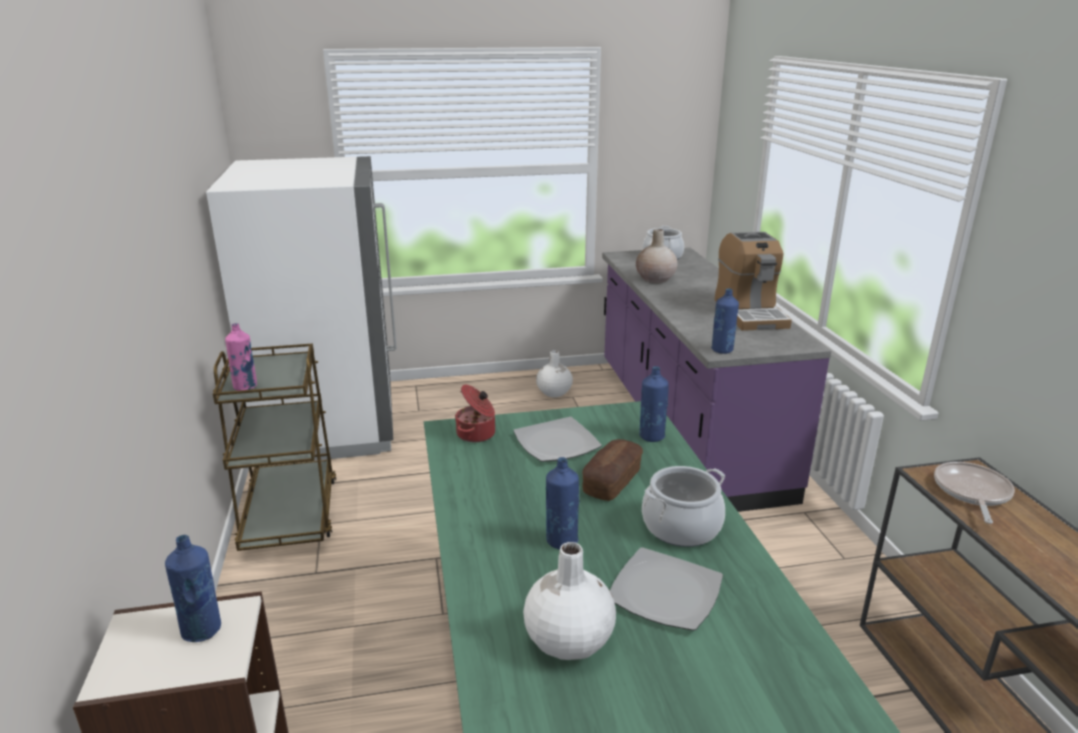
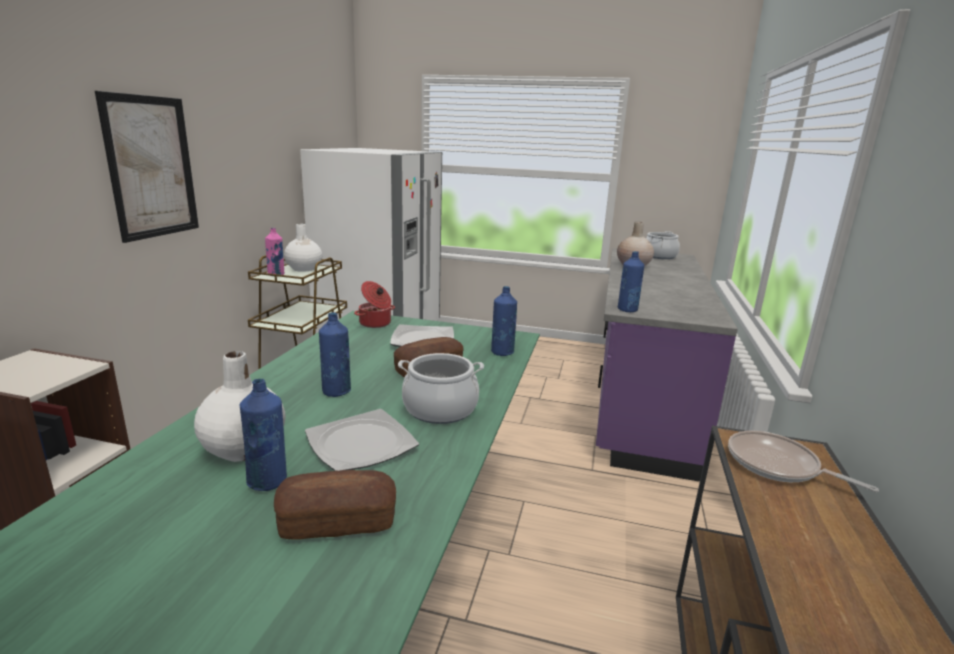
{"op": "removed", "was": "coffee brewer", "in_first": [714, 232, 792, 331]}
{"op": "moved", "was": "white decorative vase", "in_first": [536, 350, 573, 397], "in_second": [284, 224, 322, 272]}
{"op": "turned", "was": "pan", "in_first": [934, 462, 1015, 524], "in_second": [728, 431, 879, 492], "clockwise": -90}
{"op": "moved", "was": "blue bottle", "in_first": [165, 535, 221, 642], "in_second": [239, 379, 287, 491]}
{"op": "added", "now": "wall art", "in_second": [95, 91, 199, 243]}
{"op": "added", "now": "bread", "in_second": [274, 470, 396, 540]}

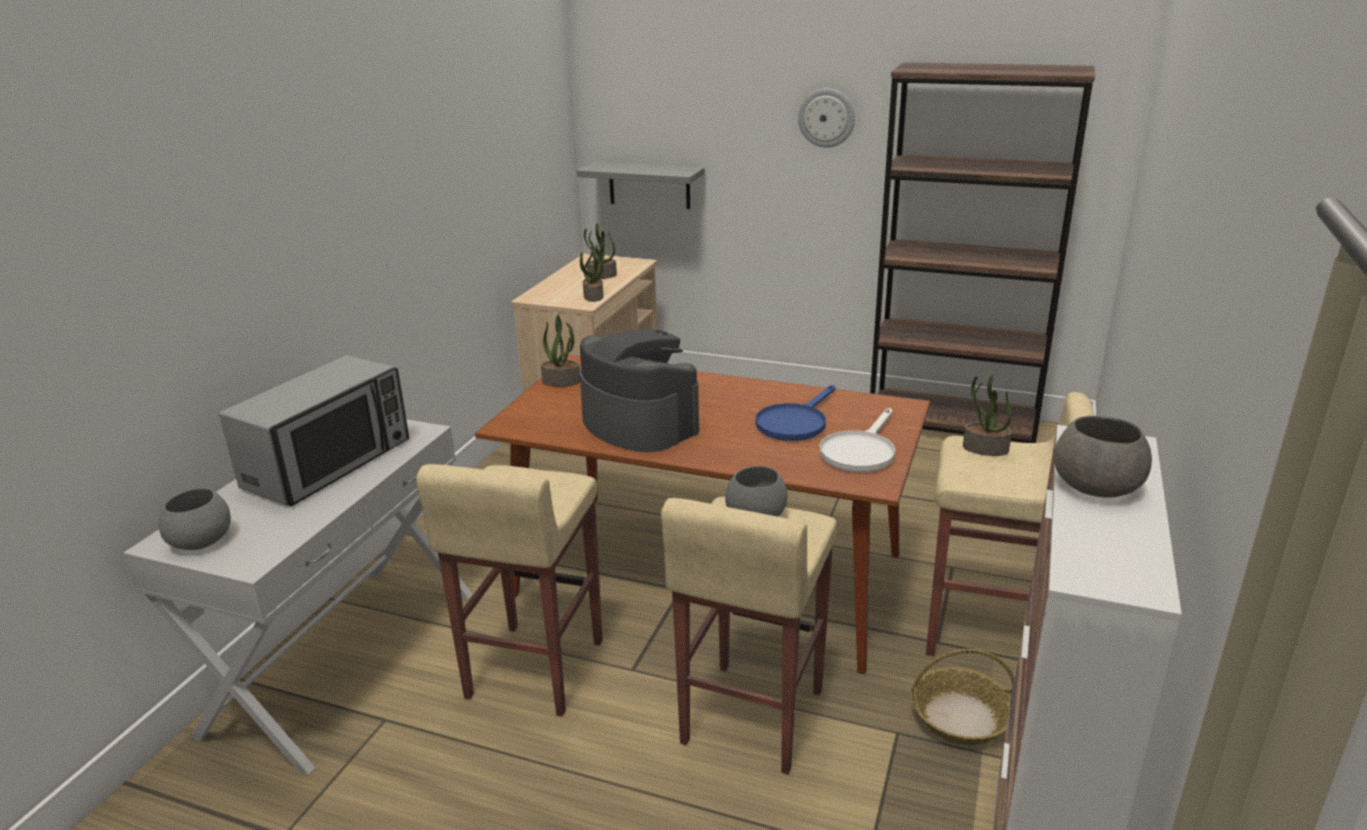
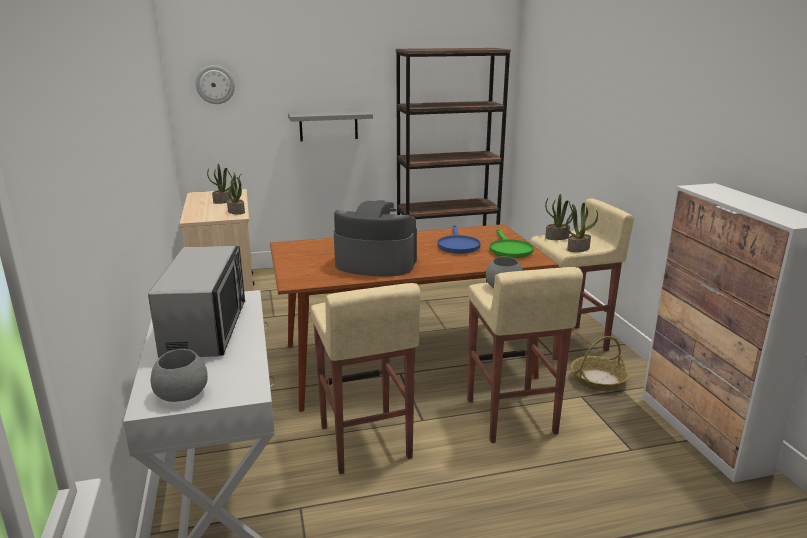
{"op": "moved", "was": "clock on the wall", "in_first": [798, 88, 855, 148], "in_second": [196, 65, 235, 104]}
{"op": "moved", "was": "gray shelf", "in_first": [576, 161, 705, 209], "in_second": [288, 110, 373, 141]}
{"op": "moved", "was": "potted plant", "in_first": [541, 314, 580, 387], "in_second": [566, 203, 598, 252]}
{"op": "recoloured", "was": "white pan", "now": "green pan", "in_first": [819, 408, 896, 472], "in_second": [489, 229, 534, 258]}
{"op": "removed", "was": "gray deep dish", "in_first": [1054, 416, 1152, 498]}

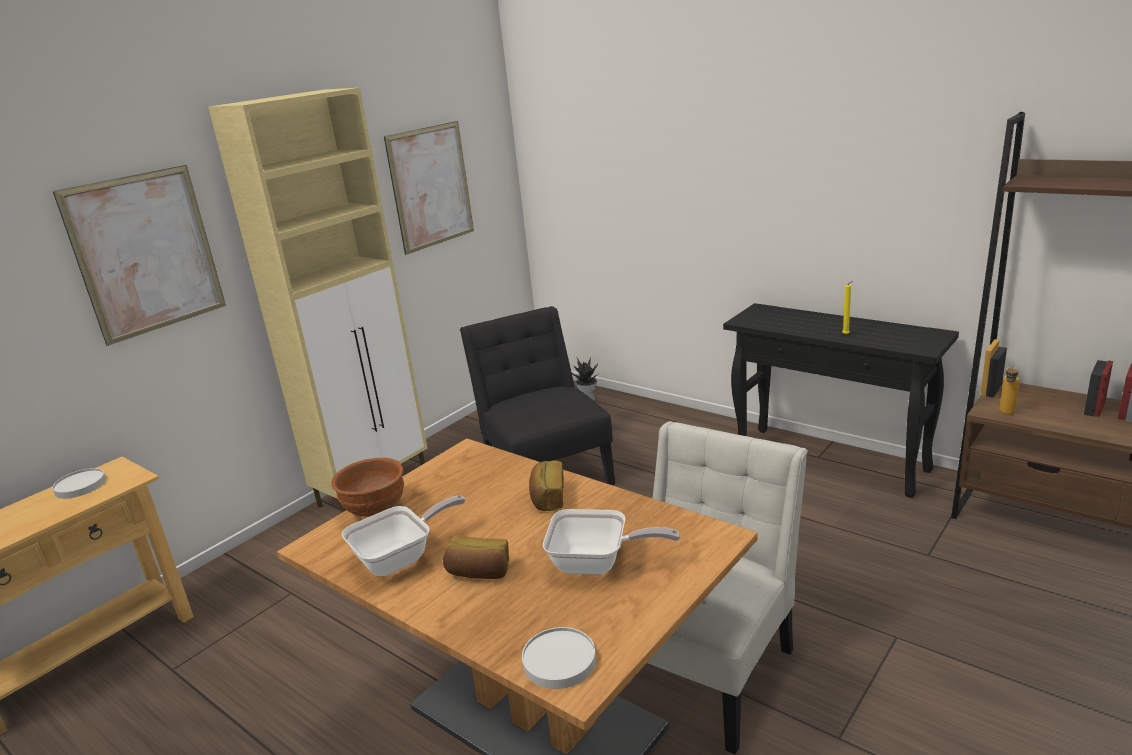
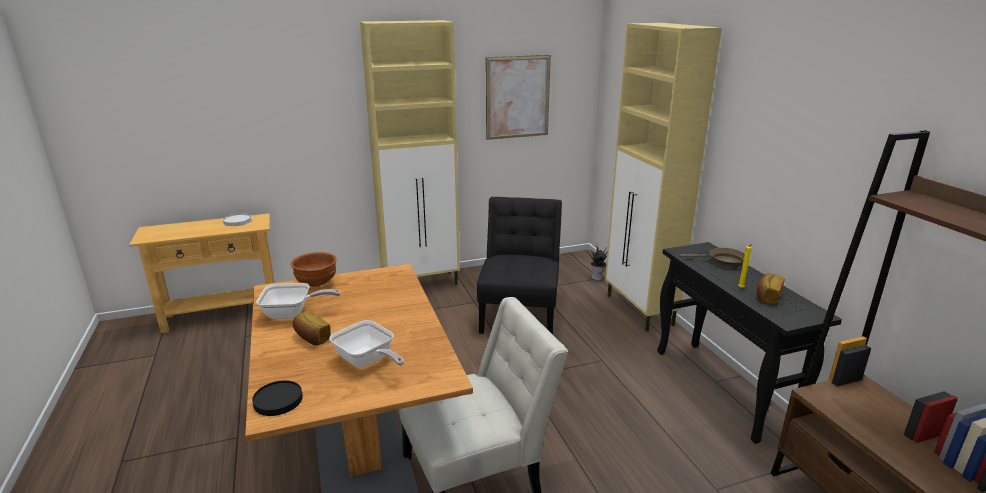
{"op": "removed", "was": "wall art", "in_first": [53, 165, 226, 346]}
{"op": "removed", "was": "bottle", "in_first": [999, 364, 1020, 415]}
{"op": "moved", "was": "bread", "in_first": [529, 460, 564, 511], "in_second": [757, 273, 785, 304]}
{"op": "recoloured", "was": "white plate", "now": "black plate", "in_first": [522, 627, 596, 689], "in_second": [252, 380, 303, 416]}
{"op": "added", "now": "beige storage cabinet", "in_second": [605, 23, 722, 331]}
{"op": "added", "now": "brown pan", "in_second": [680, 248, 745, 268]}

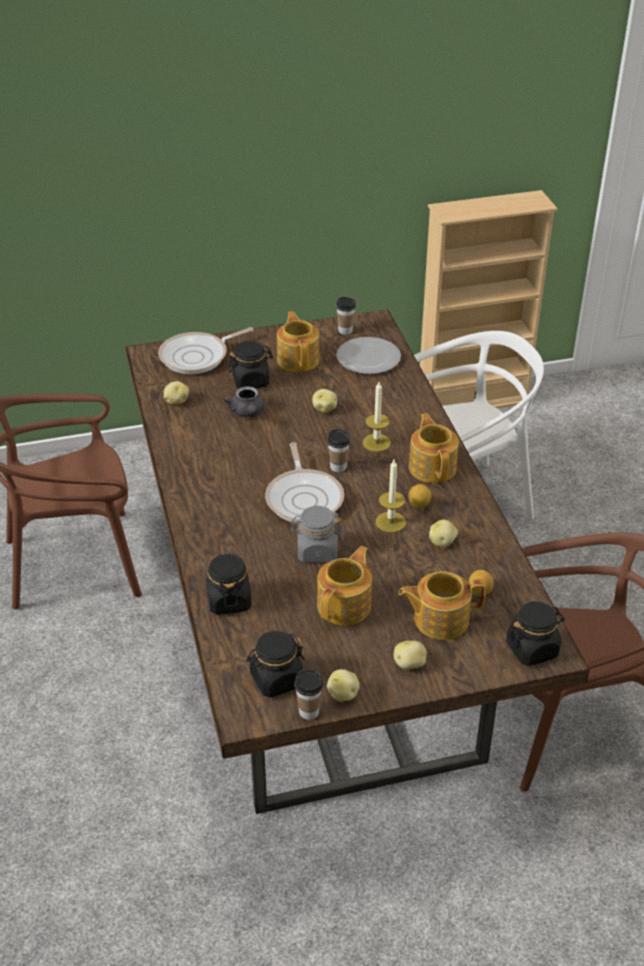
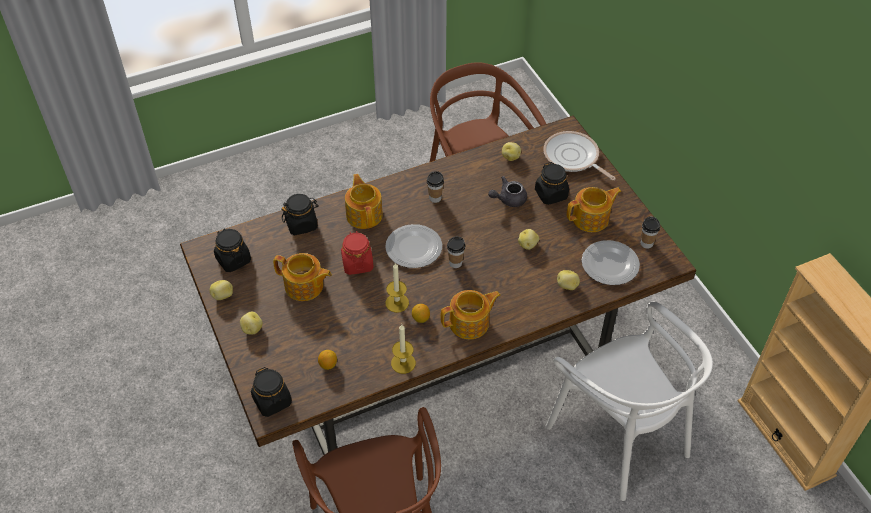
{"op": "moved", "was": "wax candle", "in_first": [363, 382, 391, 452], "in_second": [391, 325, 416, 374]}
{"op": "replaced", "was": "pan", "now": "plate", "in_first": [265, 442, 344, 524], "in_second": [385, 224, 442, 268]}
{"op": "recoloured", "was": "gray storage jar", "now": "reddish storage jar", "in_first": [290, 506, 344, 563], "in_second": [341, 231, 374, 275]}
{"op": "moved", "was": "whole potato", "in_first": [429, 520, 458, 548], "in_second": [557, 270, 580, 290]}
{"op": "moved", "was": "tea pot", "in_first": [398, 571, 486, 640], "in_second": [345, 174, 383, 229]}
{"op": "moved", "was": "drinking cup", "in_first": [295, 669, 323, 720], "in_second": [427, 171, 444, 203]}

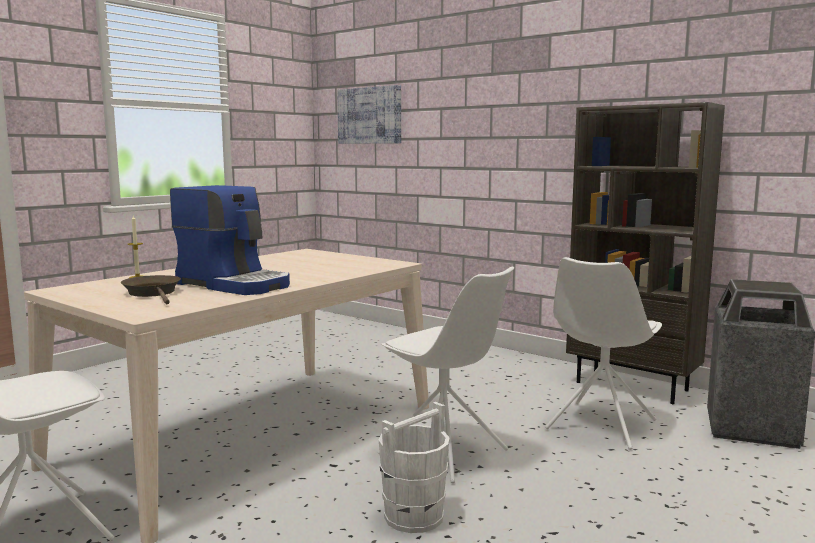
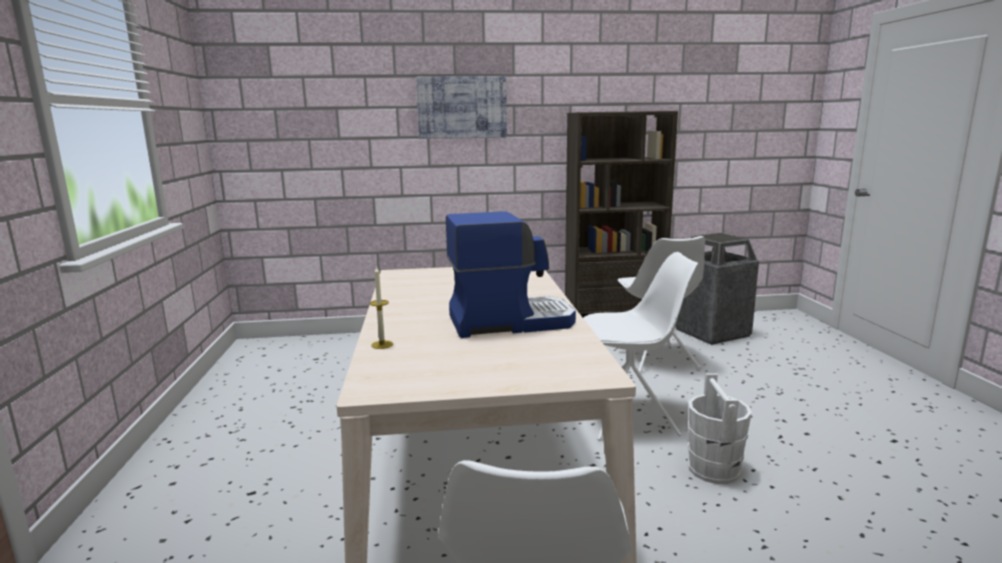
{"op": "moved", "was": "wall art", "in_first": [337, 85, 401, 144], "in_second": [416, 76, 507, 139]}
{"op": "removed", "was": "brown pan", "in_first": [121, 275, 181, 304]}

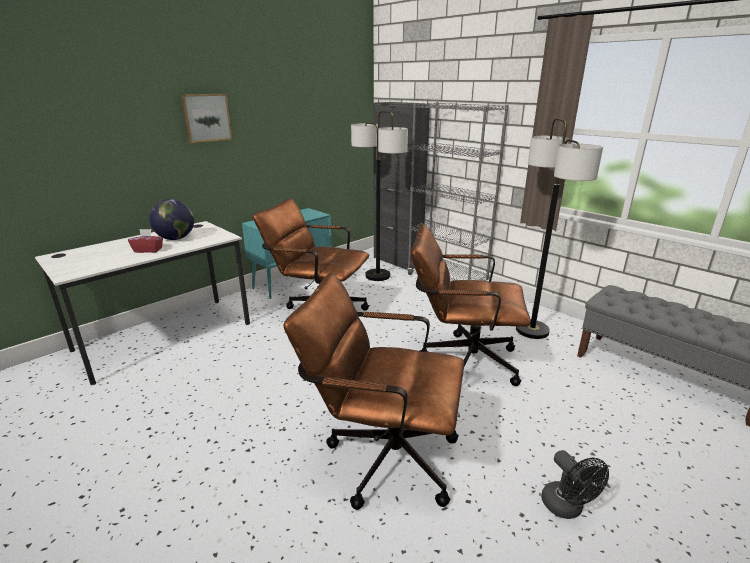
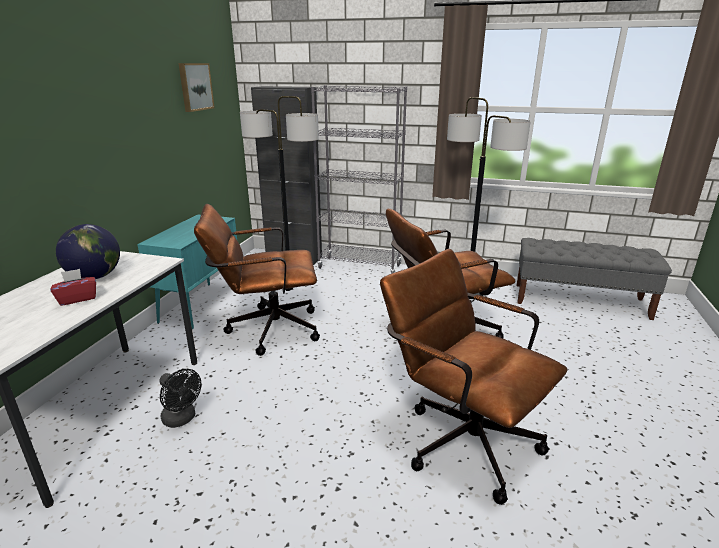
{"op": "moved", "was": "wall art", "in_first": [181, 94, 232, 143], "in_second": [179, 63, 215, 112]}
{"op": "turned", "was": "brown desk chair", "in_first": [283, 272, 464, 510], "in_second": [380, 249, 568, 505], "clockwise": 60}
{"op": "moved", "was": "black electric fan", "in_first": [541, 450, 609, 519], "in_second": [159, 369, 201, 428]}

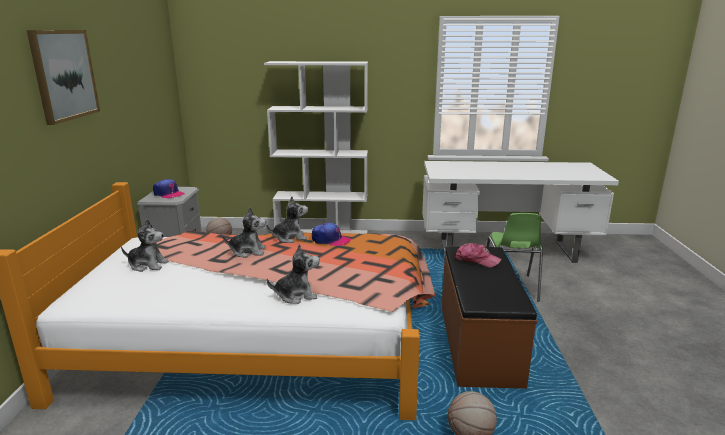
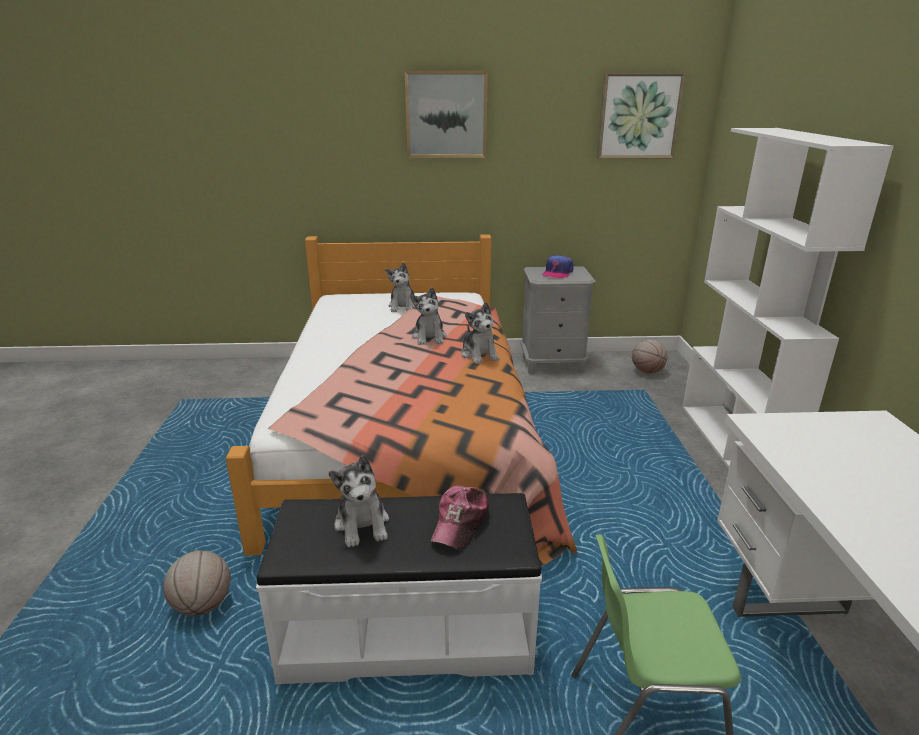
{"op": "removed", "was": "peaked cap", "in_first": [312, 223, 351, 246]}
{"op": "moved", "was": "soft toy", "in_first": [267, 244, 320, 304], "in_second": [329, 455, 389, 548]}
{"op": "recoloured", "was": "brown indoor bench", "now": "white indoor bench", "in_first": [442, 246, 537, 389], "in_second": [256, 493, 542, 685]}
{"op": "added", "now": "wall art", "in_second": [597, 73, 686, 159]}

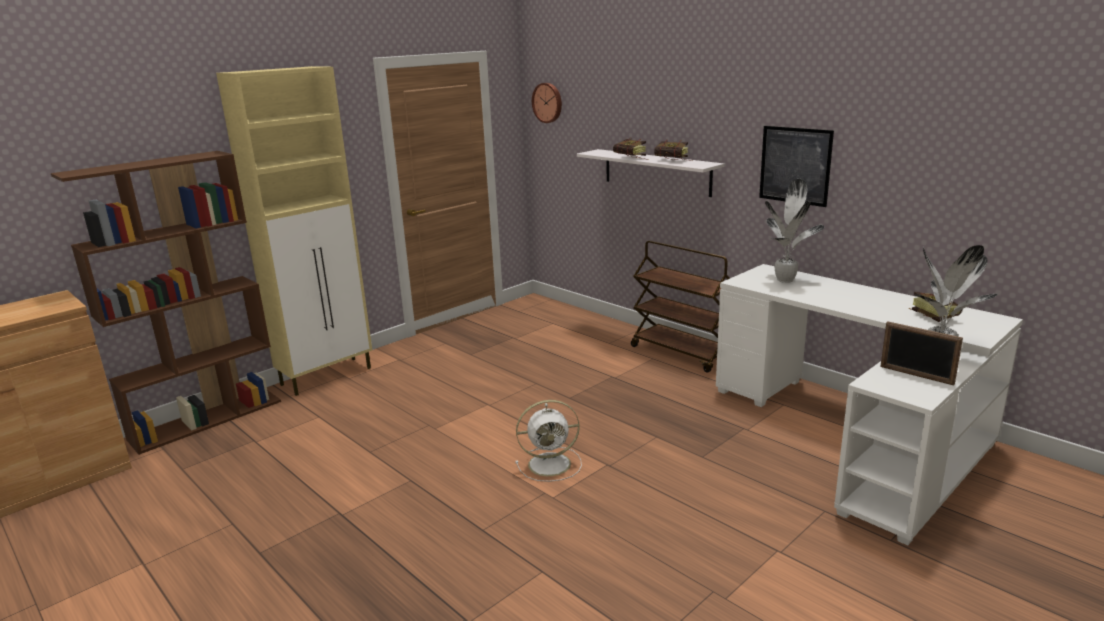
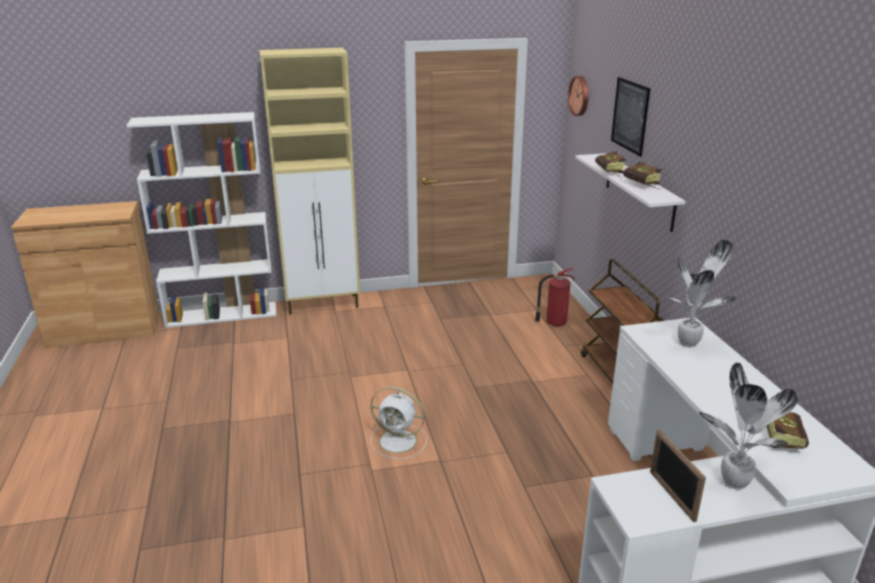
{"op": "moved", "was": "wall art", "in_first": [759, 126, 834, 207], "in_second": [611, 77, 650, 157]}
{"op": "recoloured", "was": "brown bookcase", "now": "white bookcase", "in_first": [51, 151, 281, 455], "in_second": [126, 112, 276, 328]}
{"op": "added", "now": "extinguisher", "in_second": [535, 268, 575, 327]}

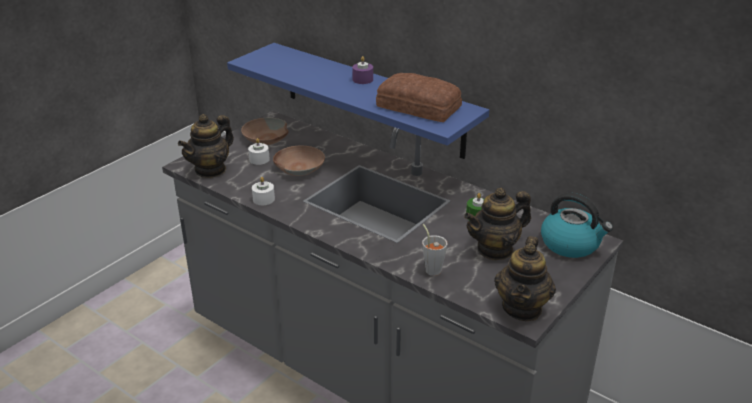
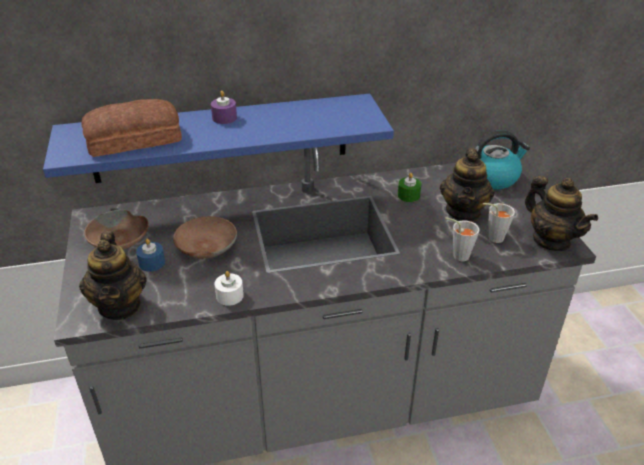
{"op": "moved", "was": "bread", "in_first": [376, 73, 462, 122], "in_second": [81, 99, 182, 157]}
{"op": "recoloured", "was": "white wax candle", "now": "blue wax candle", "in_first": [248, 138, 270, 165], "in_second": [136, 239, 165, 272]}
{"op": "added", "now": "gray drinking cup", "in_second": [483, 203, 515, 243]}

